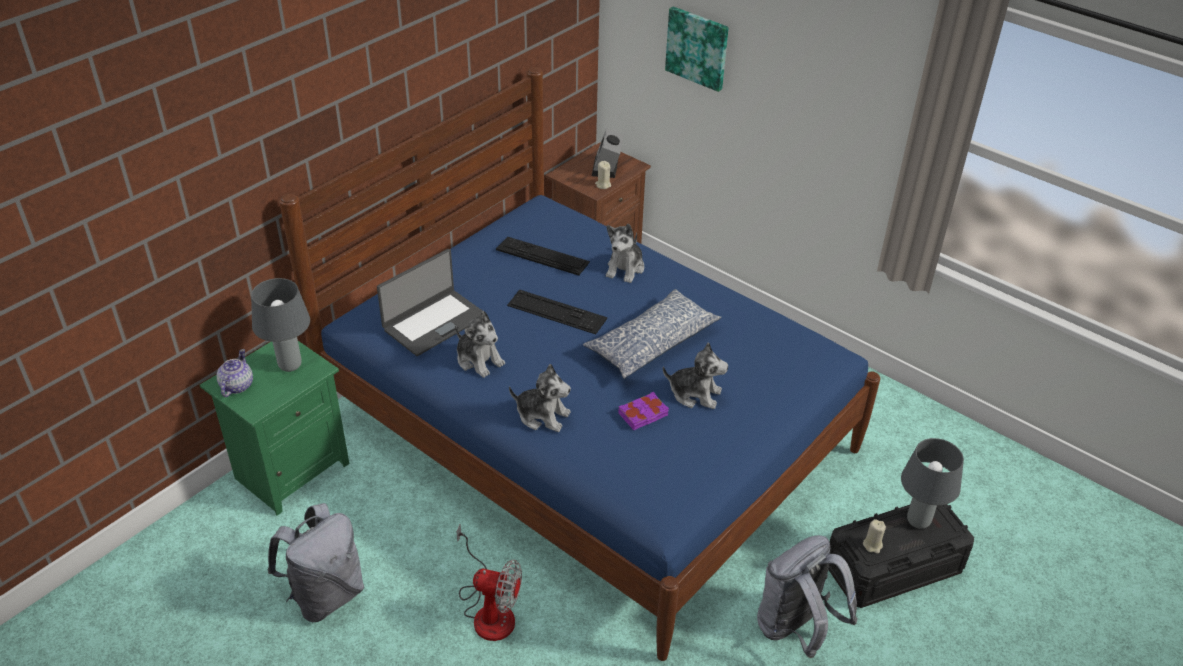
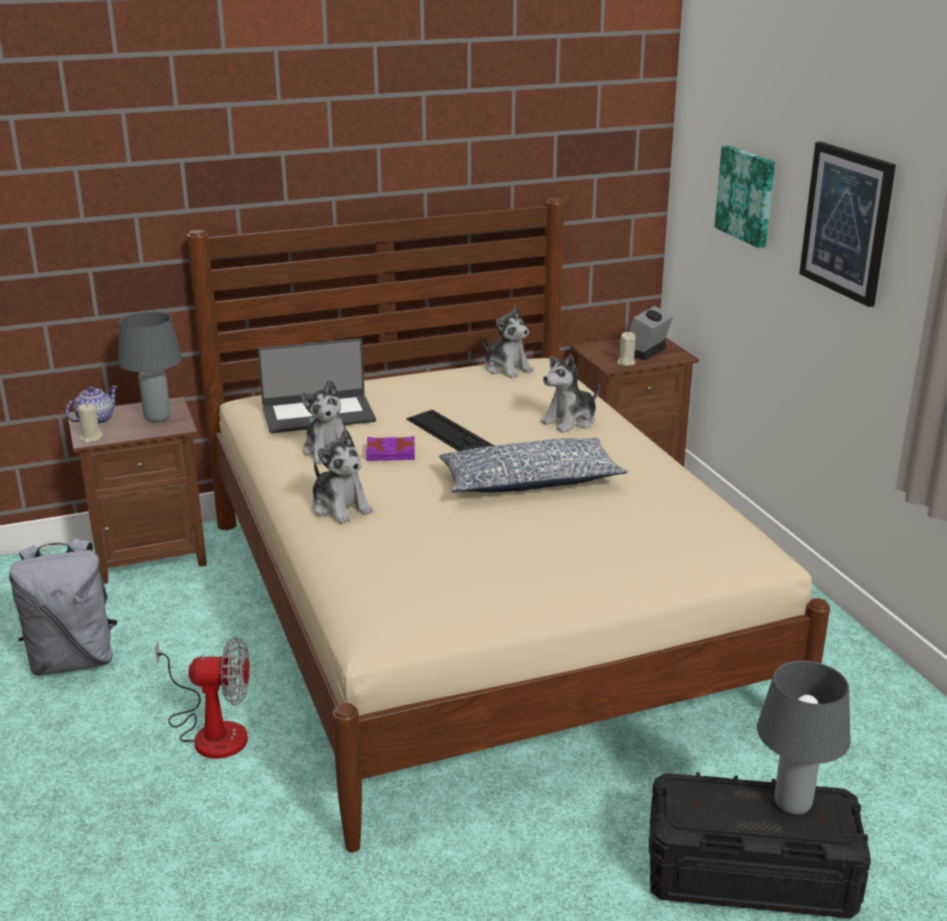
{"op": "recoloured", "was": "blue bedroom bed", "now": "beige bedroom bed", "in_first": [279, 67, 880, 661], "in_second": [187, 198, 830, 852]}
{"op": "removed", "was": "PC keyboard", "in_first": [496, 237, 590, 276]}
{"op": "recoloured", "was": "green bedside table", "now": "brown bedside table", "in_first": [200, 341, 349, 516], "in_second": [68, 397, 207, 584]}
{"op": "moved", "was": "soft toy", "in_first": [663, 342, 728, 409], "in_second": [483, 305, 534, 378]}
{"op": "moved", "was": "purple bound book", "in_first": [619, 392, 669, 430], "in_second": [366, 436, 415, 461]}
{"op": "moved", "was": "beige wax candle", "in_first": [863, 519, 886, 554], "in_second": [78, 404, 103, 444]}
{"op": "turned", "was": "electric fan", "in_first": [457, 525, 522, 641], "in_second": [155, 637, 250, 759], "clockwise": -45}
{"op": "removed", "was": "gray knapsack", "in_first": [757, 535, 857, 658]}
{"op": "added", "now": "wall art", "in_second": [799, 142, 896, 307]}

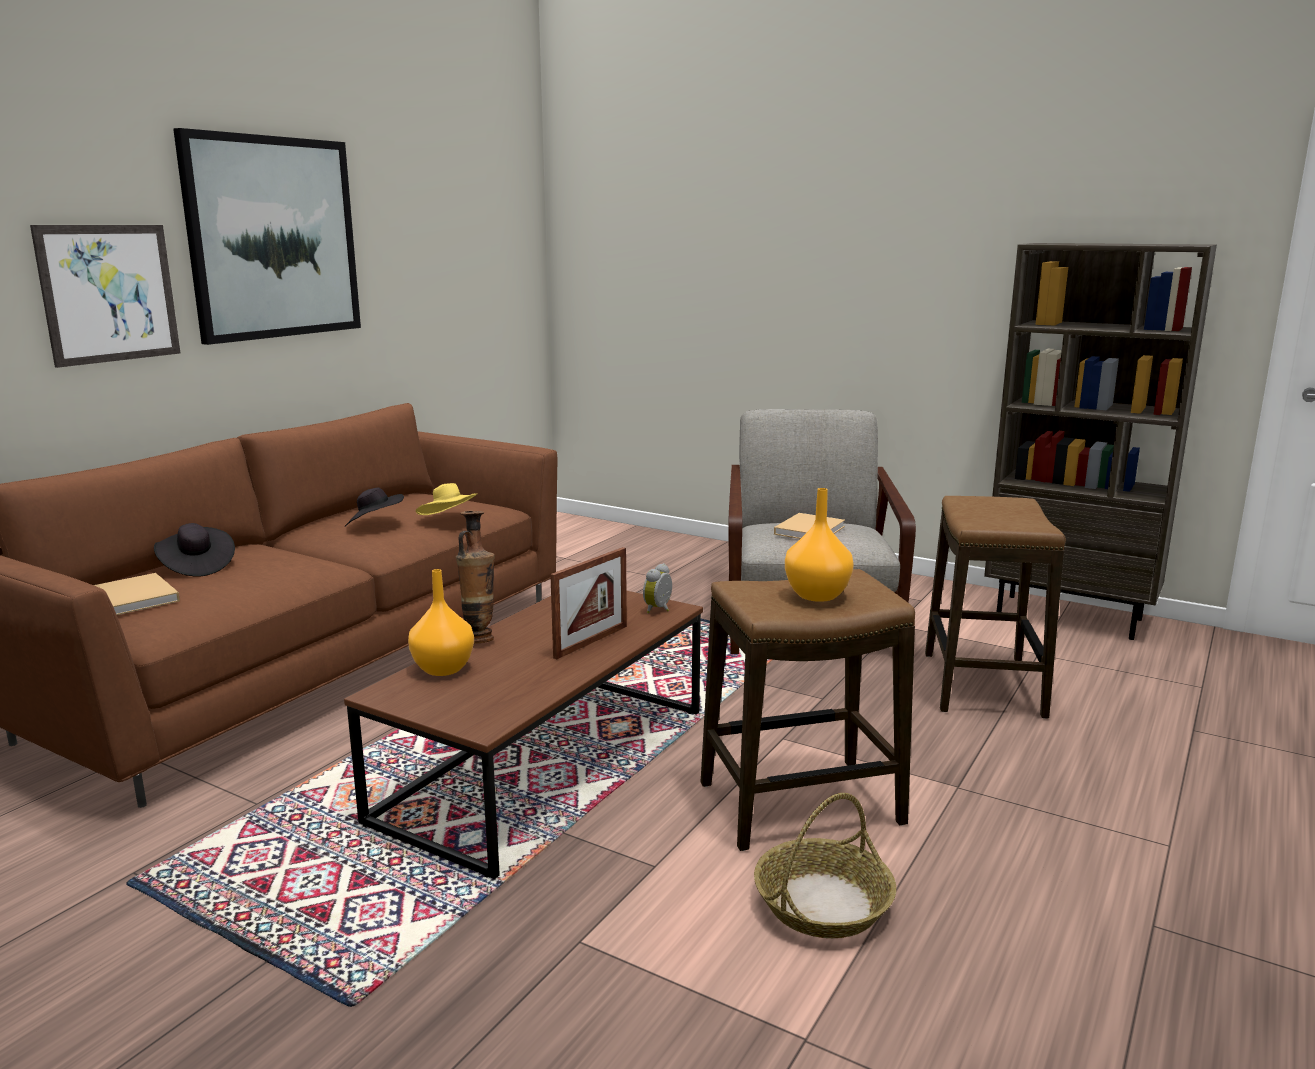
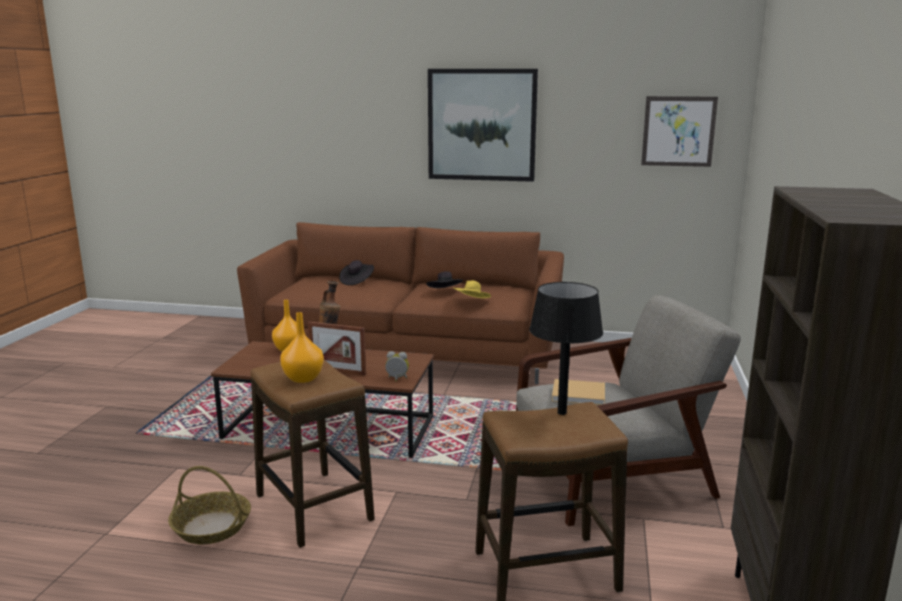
{"op": "moved", "was": "wall art", "in_first": [30, 225, 180, 368], "in_second": [641, 96, 718, 167]}
{"op": "removed", "was": "beige bound book", "in_first": [94, 573, 180, 615]}
{"op": "added", "now": "black table lamp", "in_second": [529, 282, 603, 415]}

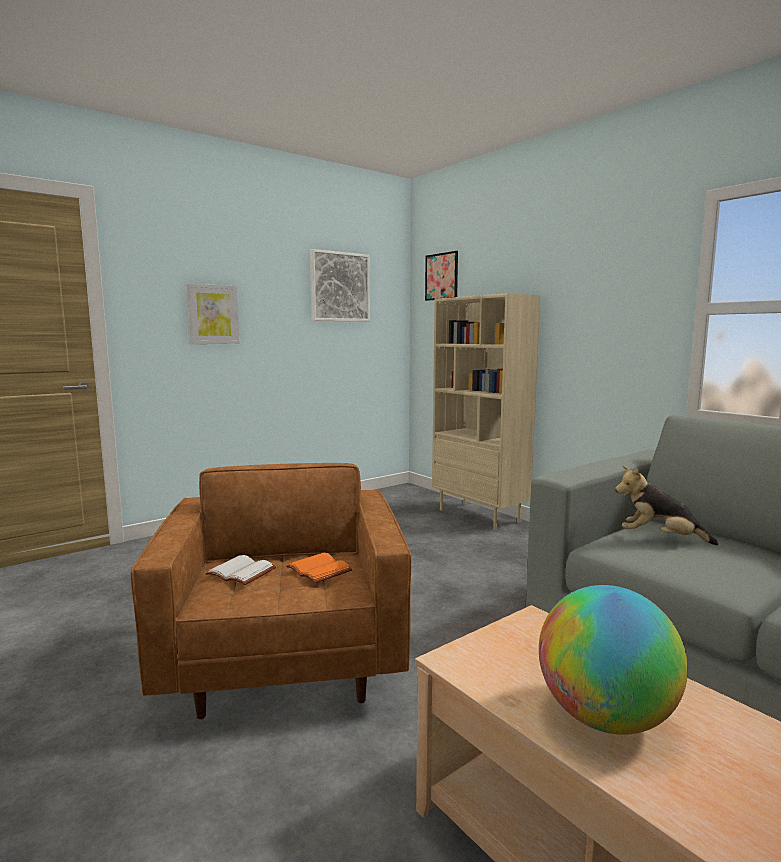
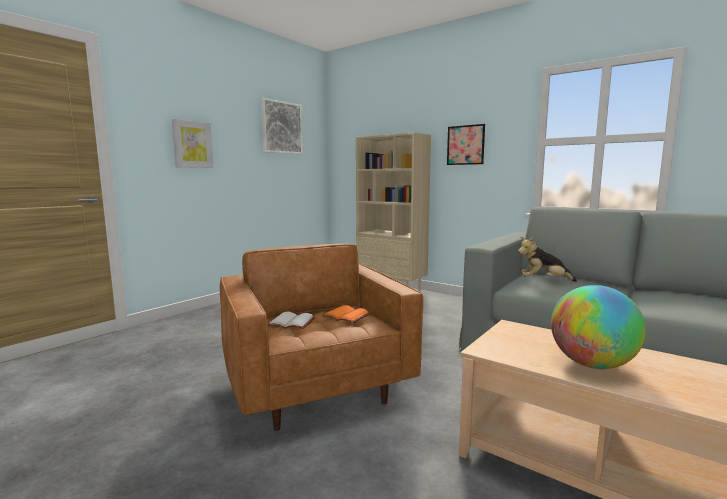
{"op": "moved", "was": "wall art", "in_first": [425, 251, 458, 301], "in_second": [447, 124, 485, 165]}

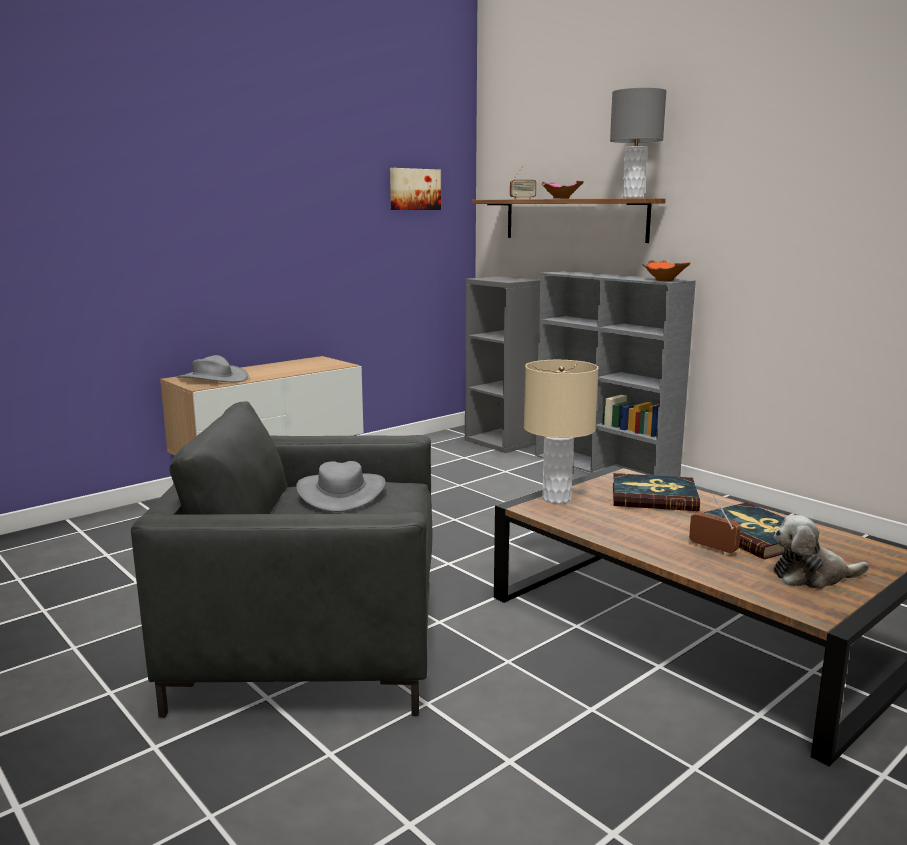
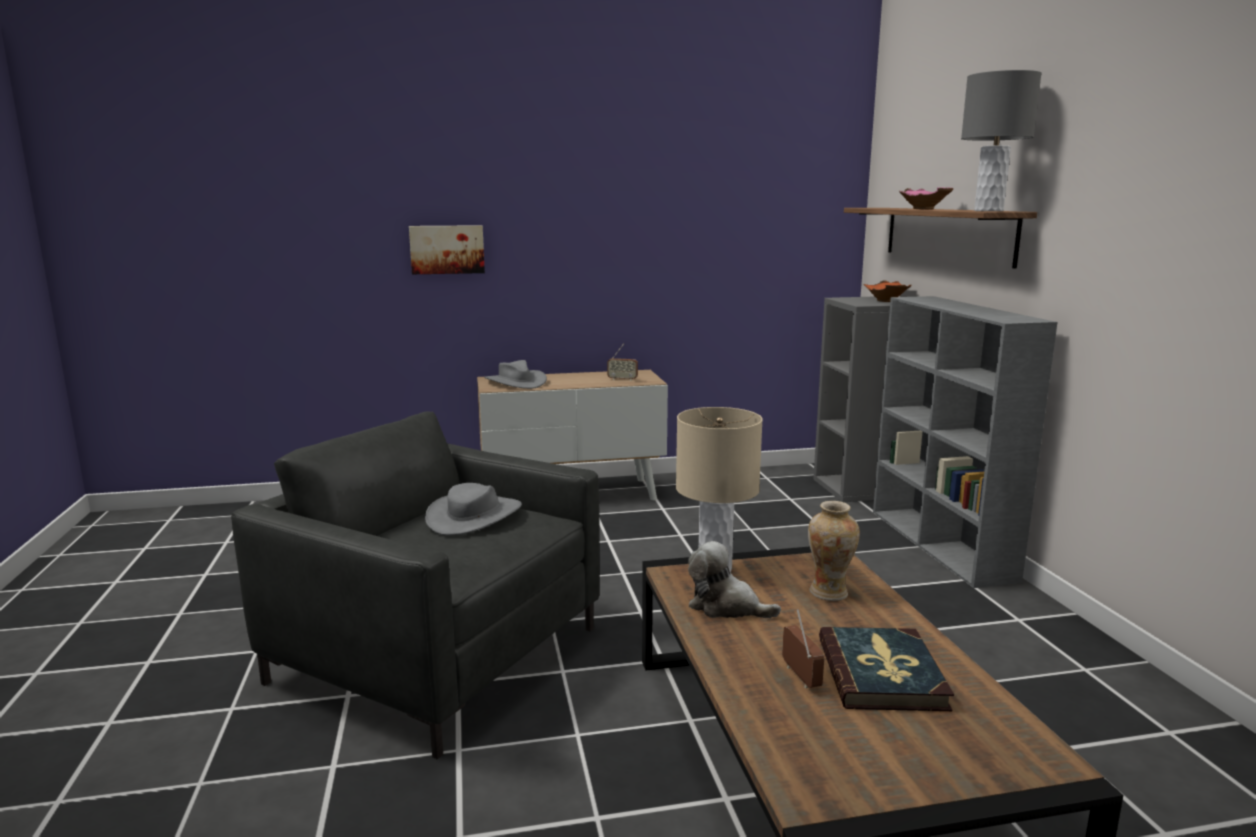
{"op": "moved", "was": "radio receiver", "in_first": [510, 166, 537, 199], "in_second": [607, 344, 638, 381]}
{"op": "moved", "was": "wall art", "in_first": [390, 168, 441, 210], "in_second": [409, 225, 485, 274]}
{"op": "moved", "was": "orange deep dish", "in_first": [642, 260, 691, 281], "in_second": [863, 280, 912, 302]}
{"op": "replaced", "was": "bound book", "now": "decorative vase", "in_first": [613, 473, 700, 511], "in_second": [808, 501, 860, 601]}
{"op": "moved", "was": "soft toy", "in_first": [774, 515, 869, 589], "in_second": [688, 541, 781, 618]}

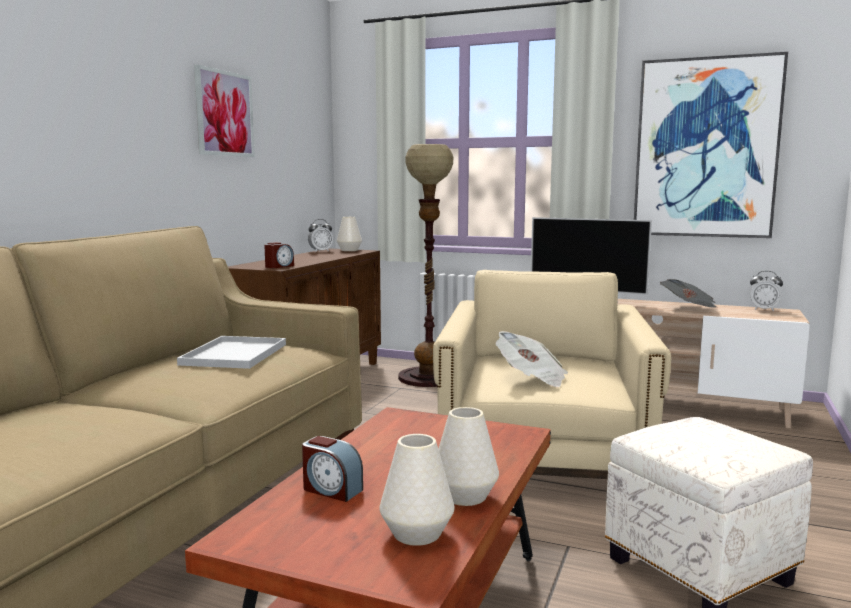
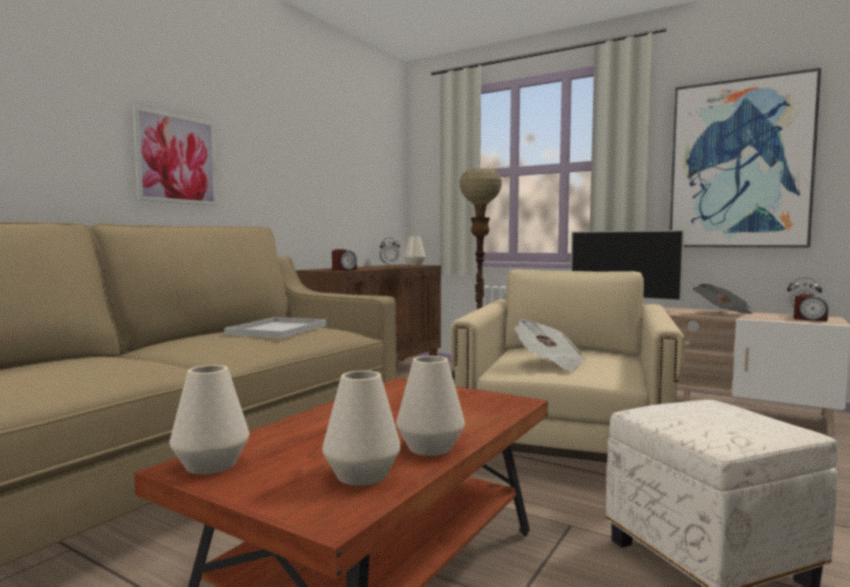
{"op": "moved", "was": "wall art", "in_first": [194, 64, 255, 157], "in_second": [132, 106, 217, 206]}
{"op": "moved", "was": "alarm clock", "in_first": [302, 436, 363, 502], "in_second": [794, 294, 829, 322]}
{"op": "added", "now": "white decorative vase", "in_second": [170, 365, 249, 475]}

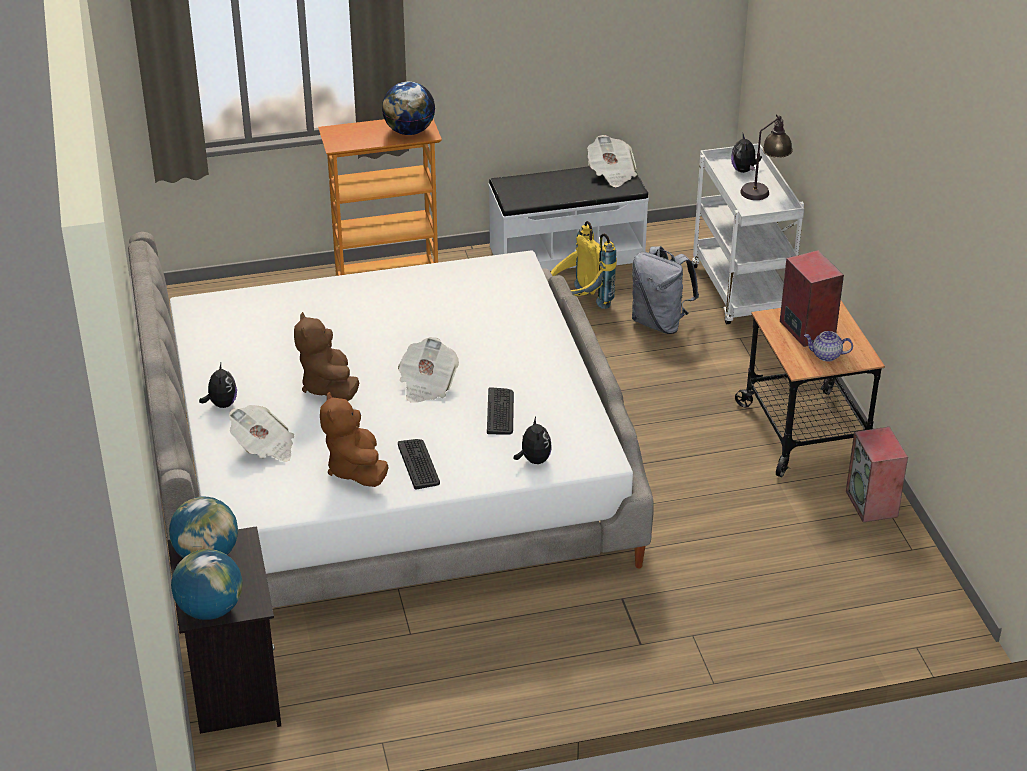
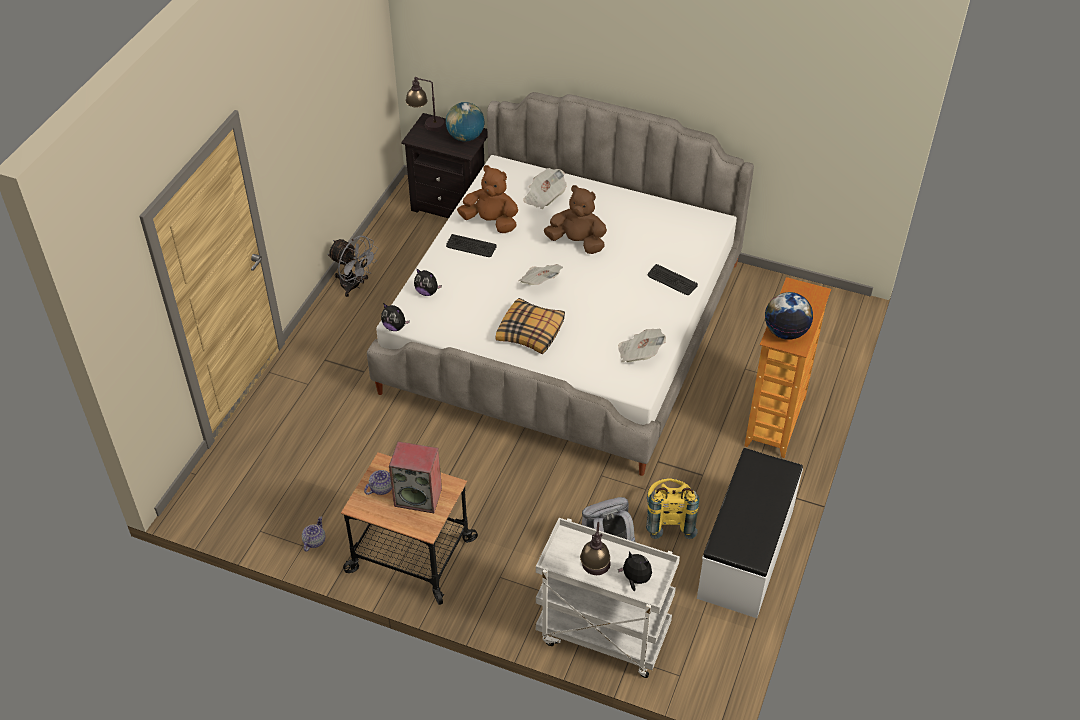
{"op": "moved", "was": "daily paper", "in_first": [587, 135, 637, 187], "in_second": [618, 329, 666, 362]}
{"op": "moved", "was": "soft toy", "in_first": [199, 363, 237, 408], "in_second": [381, 303, 410, 331]}
{"op": "moved", "was": "PC keyboard", "in_first": [487, 387, 514, 434], "in_second": [647, 264, 698, 295]}
{"op": "replaced", "was": "speaker", "now": "tea pot", "in_first": [846, 427, 908, 522], "in_second": [302, 517, 326, 551]}
{"op": "replaced", "was": "world globe", "now": "table lamp", "in_first": [171, 549, 243, 620], "in_second": [406, 77, 446, 131]}
{"op": "added", "now": "gray electric fan", "in_second": [327, 235, 378, 297]}
{"op": "added", "now": "pillow", "in_second": [495, 298, 565, 354]}

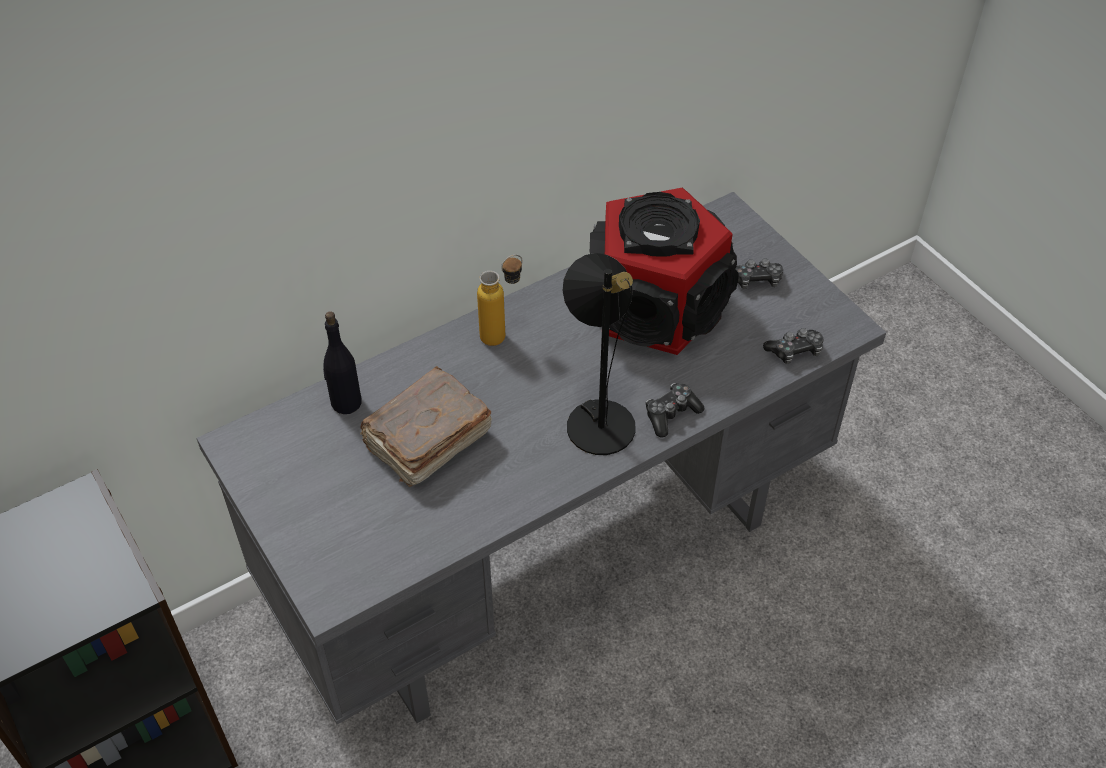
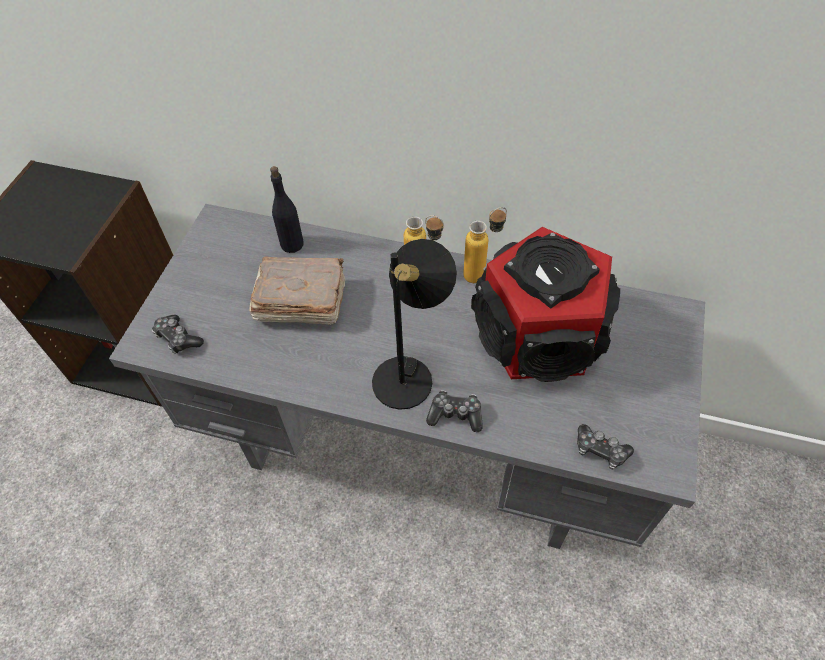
{"op": "moved", "was": "joypad", "in_first": [736, 258, 783, 289], "in_second": [152, 315, 204, 353]}
{"op": "added", "now": "bottle", "in_second": [463, 207, 507, 283]}

